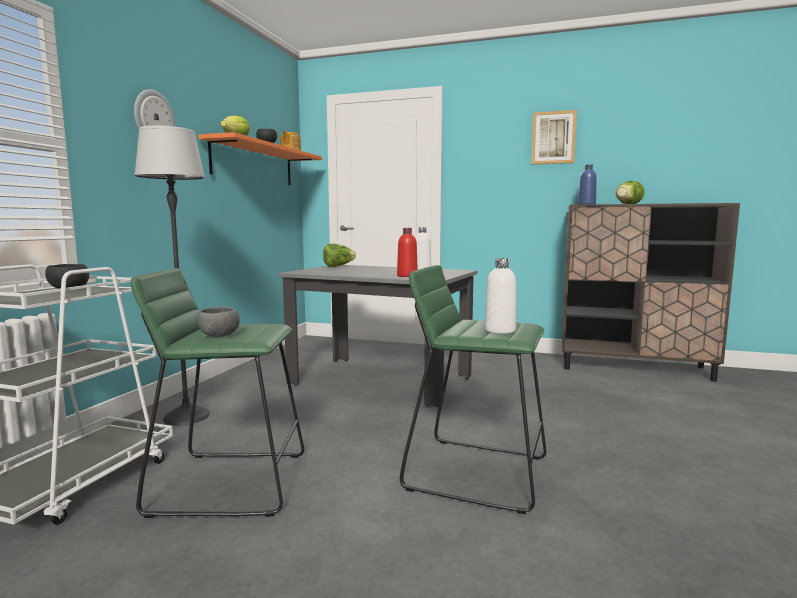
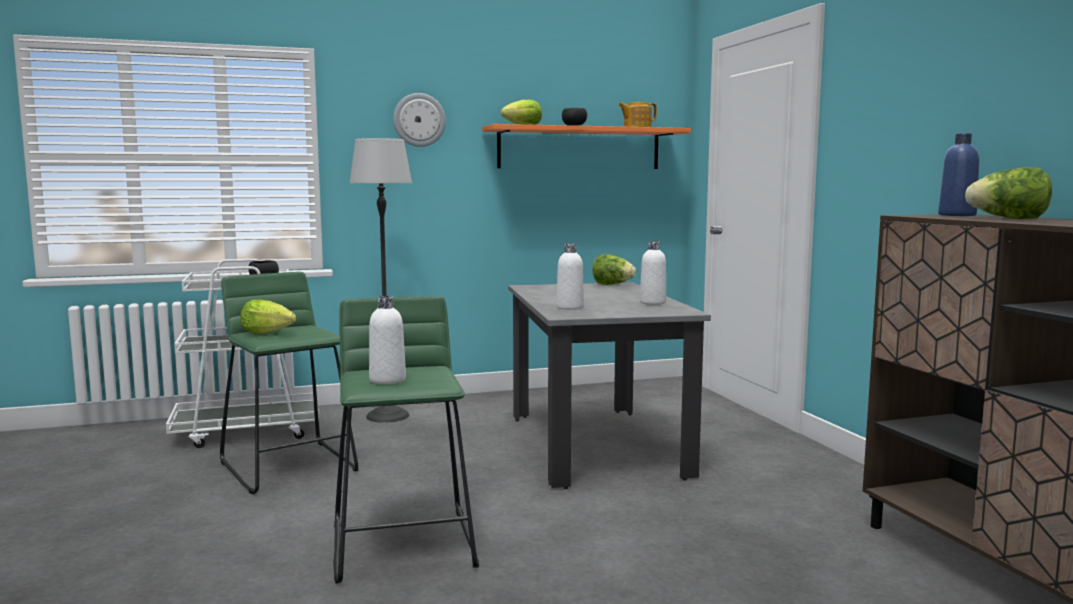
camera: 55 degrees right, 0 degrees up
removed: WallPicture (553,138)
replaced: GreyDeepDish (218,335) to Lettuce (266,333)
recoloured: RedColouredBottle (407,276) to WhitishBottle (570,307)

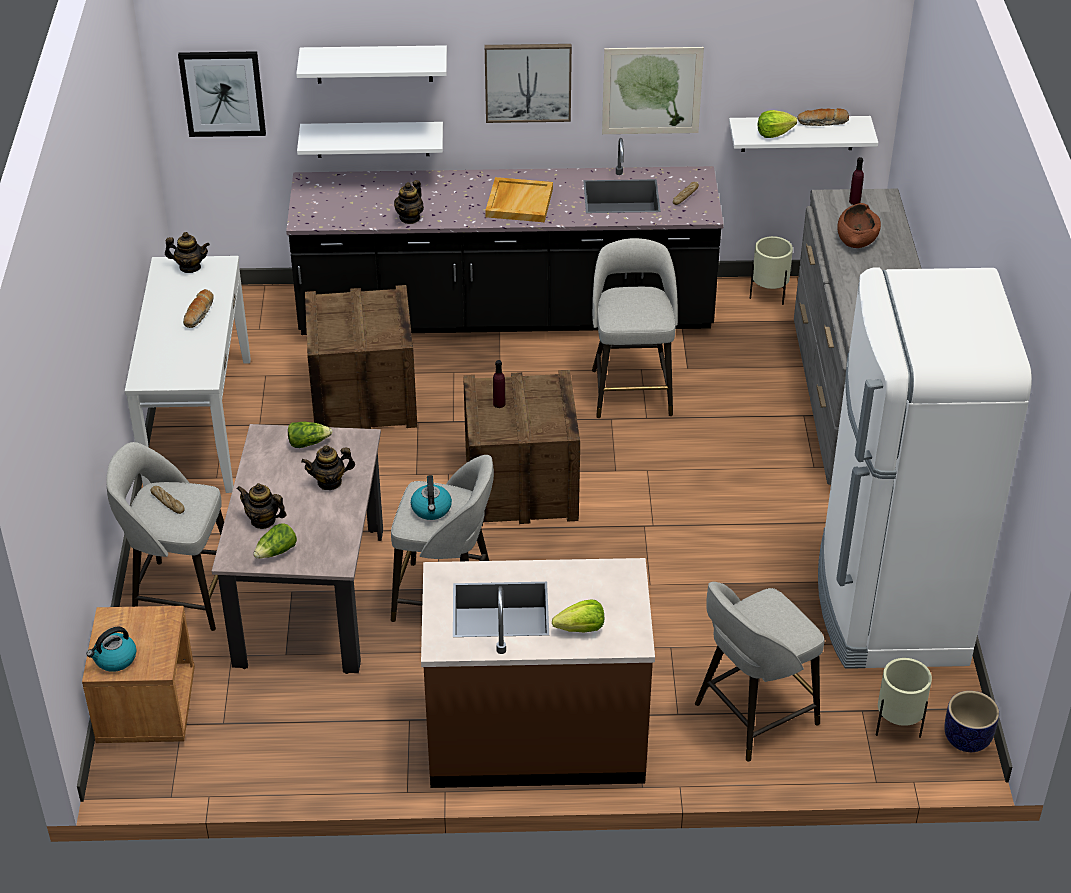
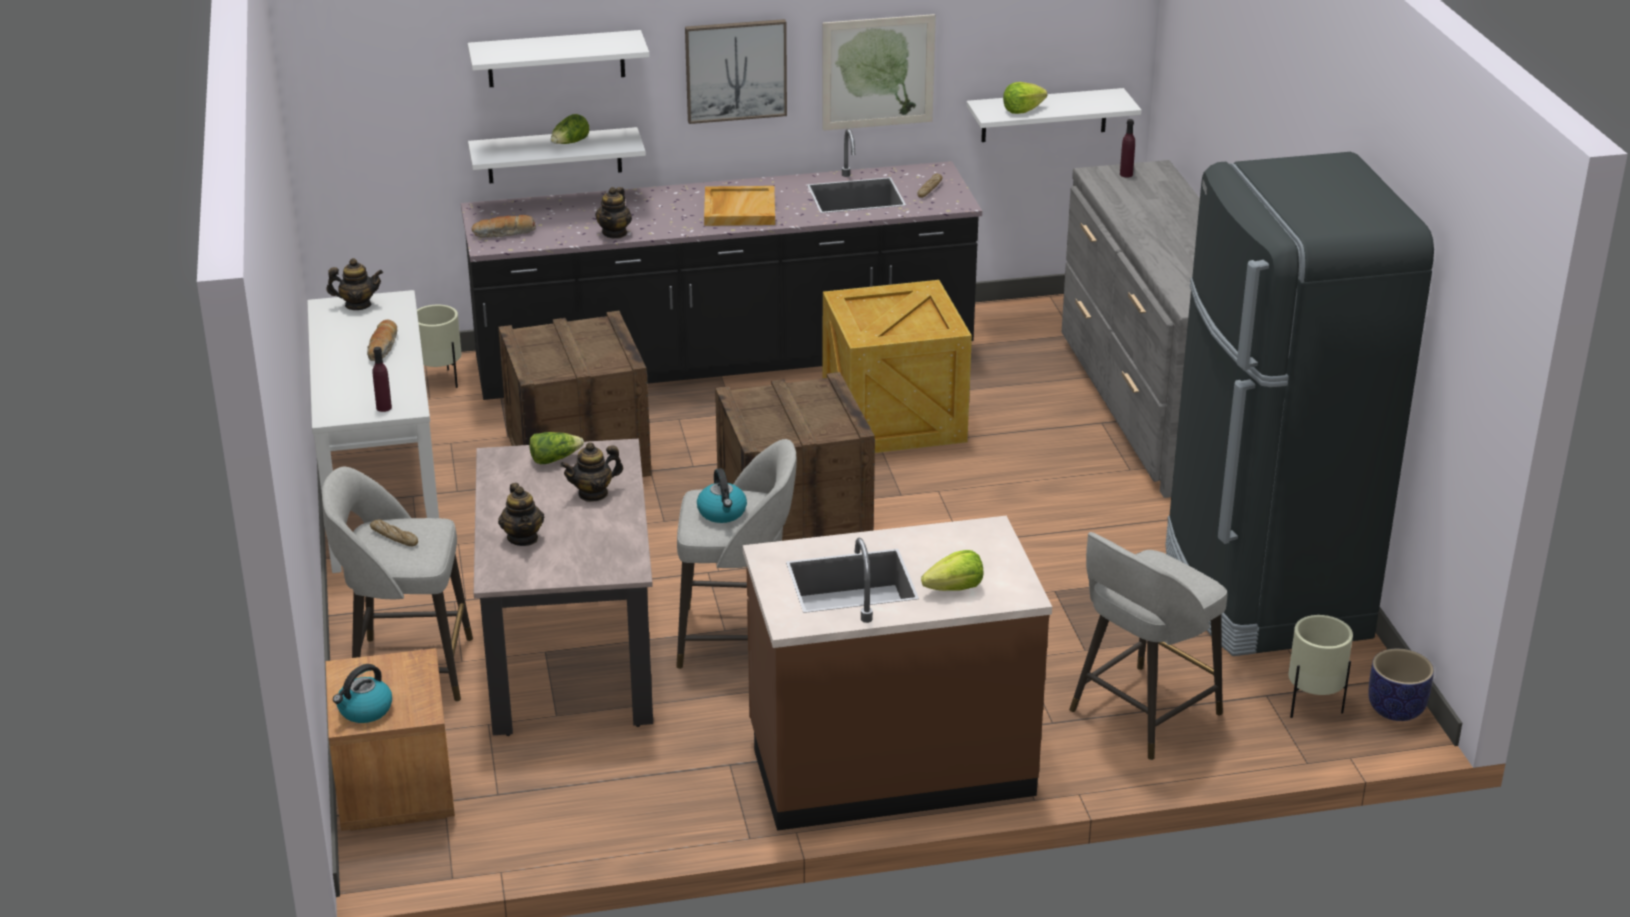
camera: 10 degrees left, 10 degrees down
removed: WallPicture (222,93); BrownDeepDish (857,237)
moved: Lettuce (276,552) to (570,143); PurpleBottle (499,404) to (384,407); SandColouredPlanter (769,296) to (441,381); Bread (822,123) to (504,234)
replaced: GreyStool (631,390) to Crate (895,417)
recoloured: WhitishKitchenFridge (889,607) to BlackishKitchenFridge (1263,593)
turned: TeaPot (263,520) = (523,538) 120 degrees counterclockwise

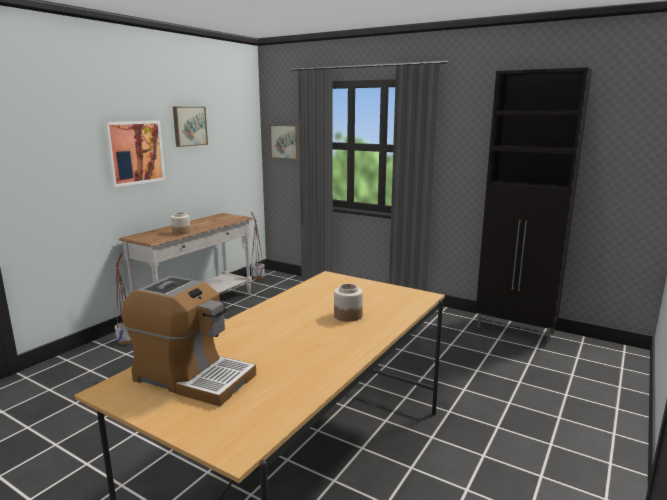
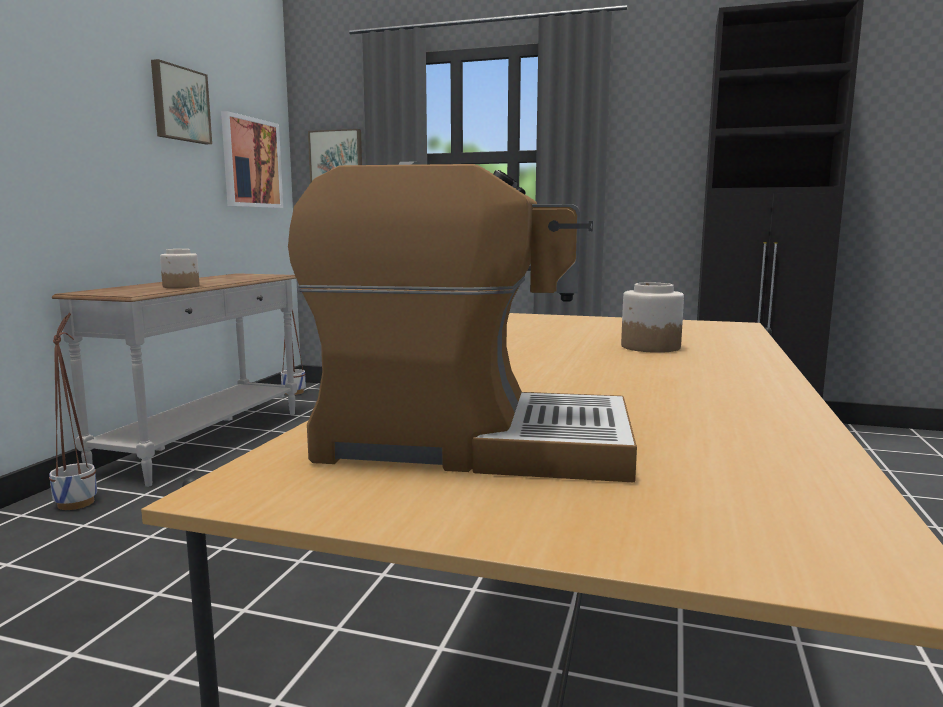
camera: 15 degrees left, 5 degrees down
moved: WallPicture (135,152) to (251,163)

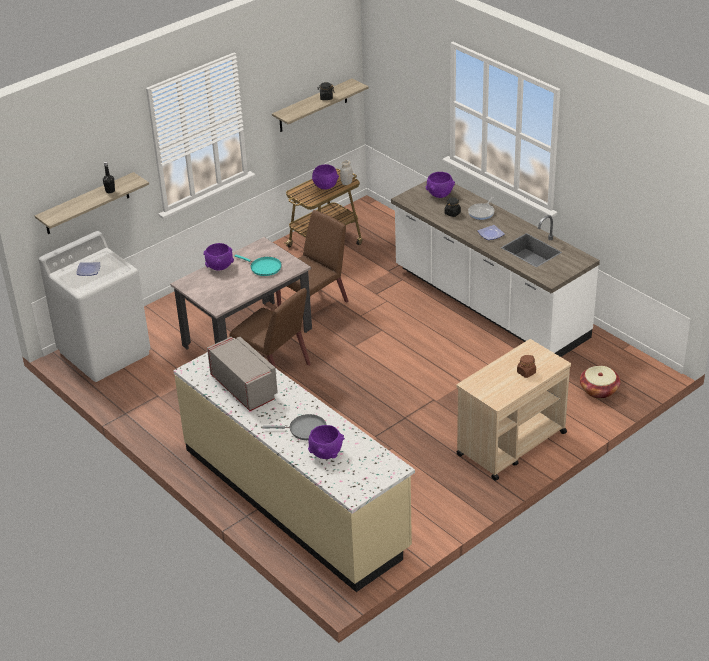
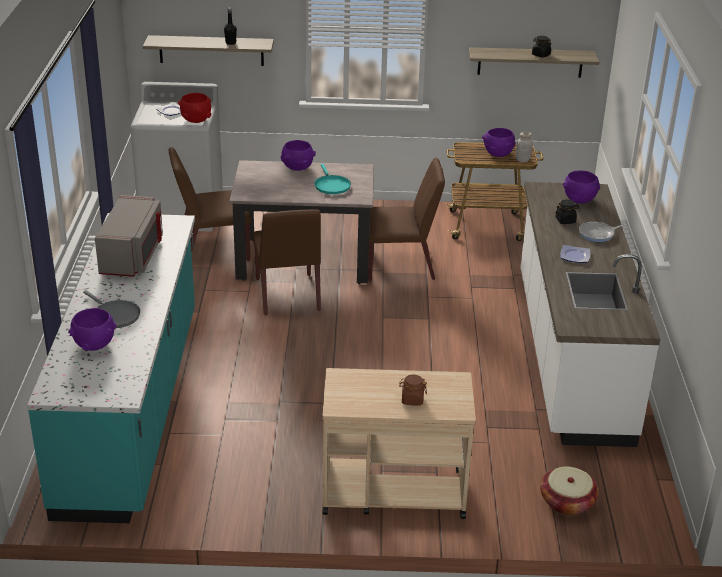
camera: 40 degrees right, 5 degrees down
added: BrownUprightChair (212,251); RedColouredDeepDish (195,120)
recoloured: SandColouredKitchenCounter (295,498) to BlueGreenKitchenCounter (132,407)

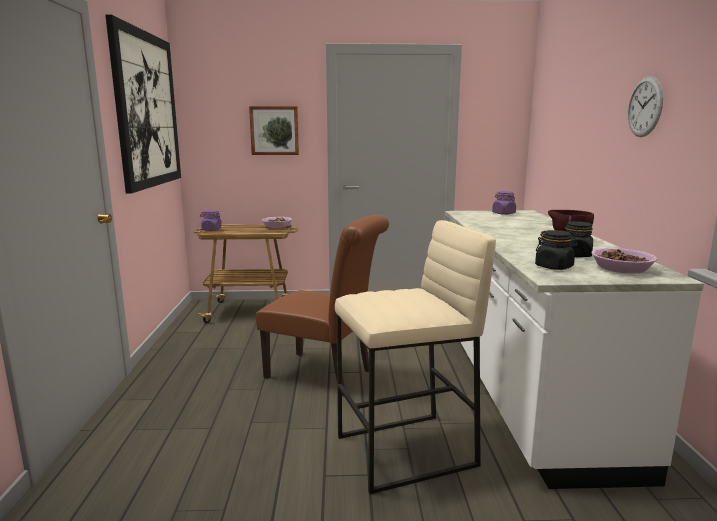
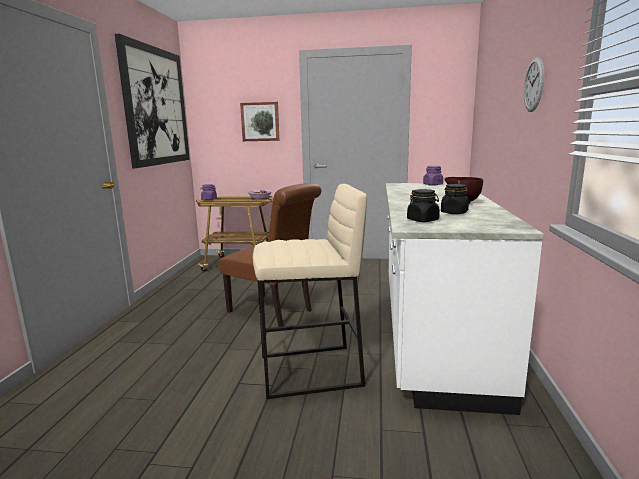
camera: 10 degrees right, 0 degrees up
removed: DeepDish (621,268)

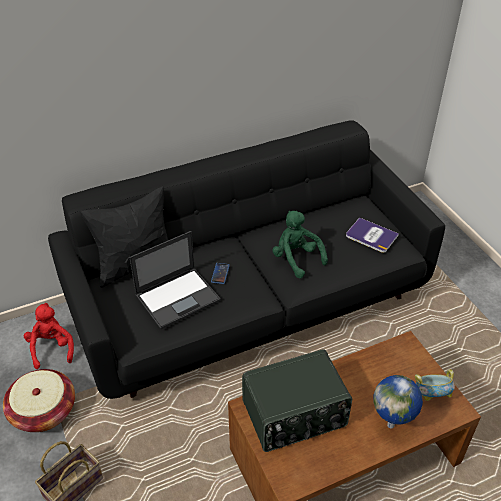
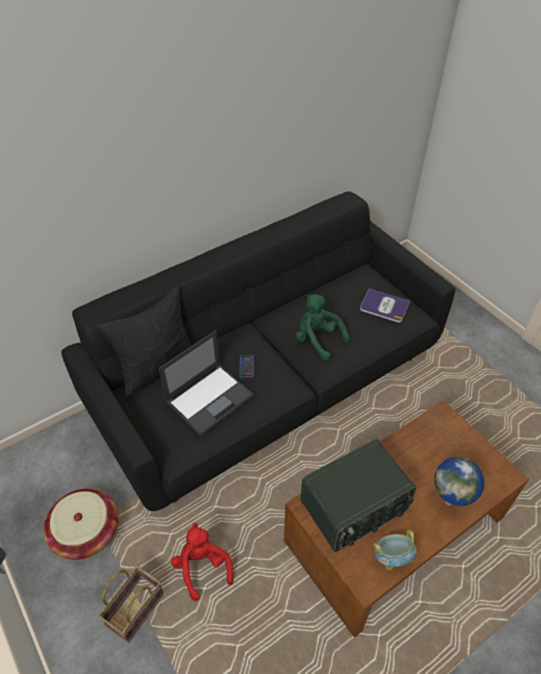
camera: 10 degrees left, 5 degrees up
moved: RedColouredSoftToy (52,348) to (202,567); DeepDish (431,395) to (392,557)

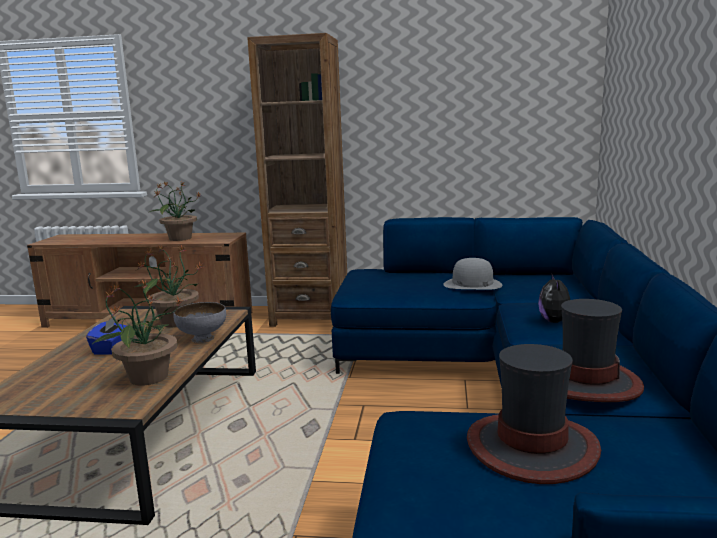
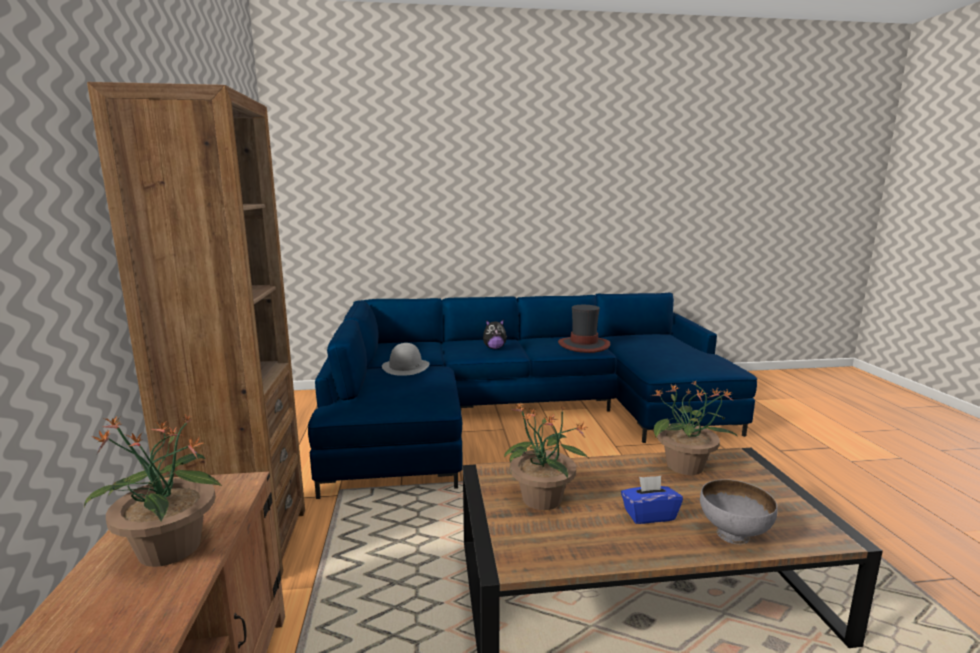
camera: 105 degrees left, 0 degrees up
removed: WearableHat (532,447)
moved: GreyDeepDish (202,339) to (734,535)

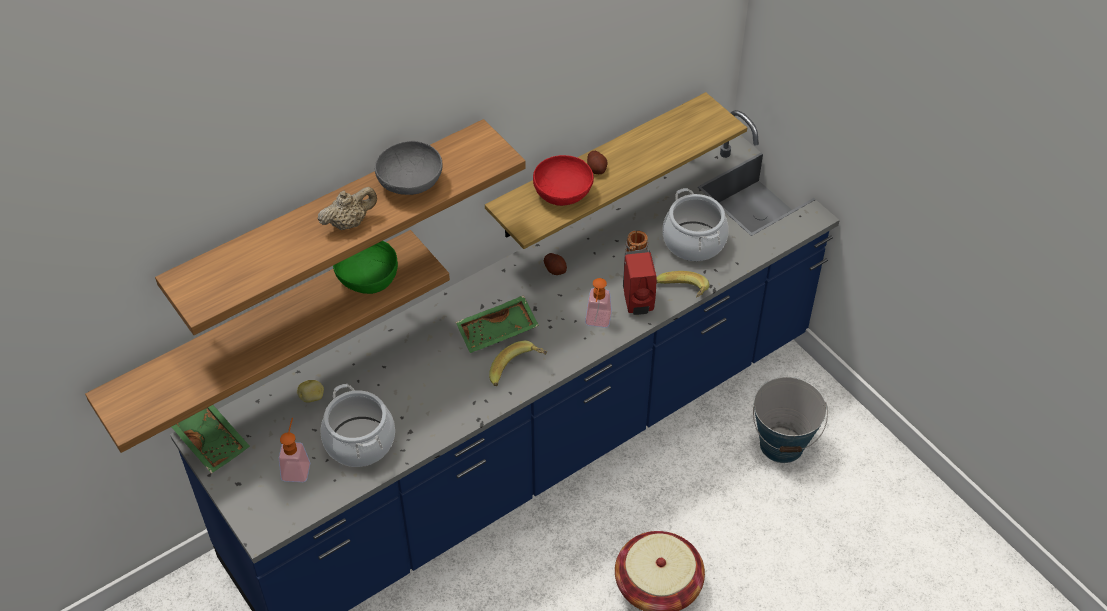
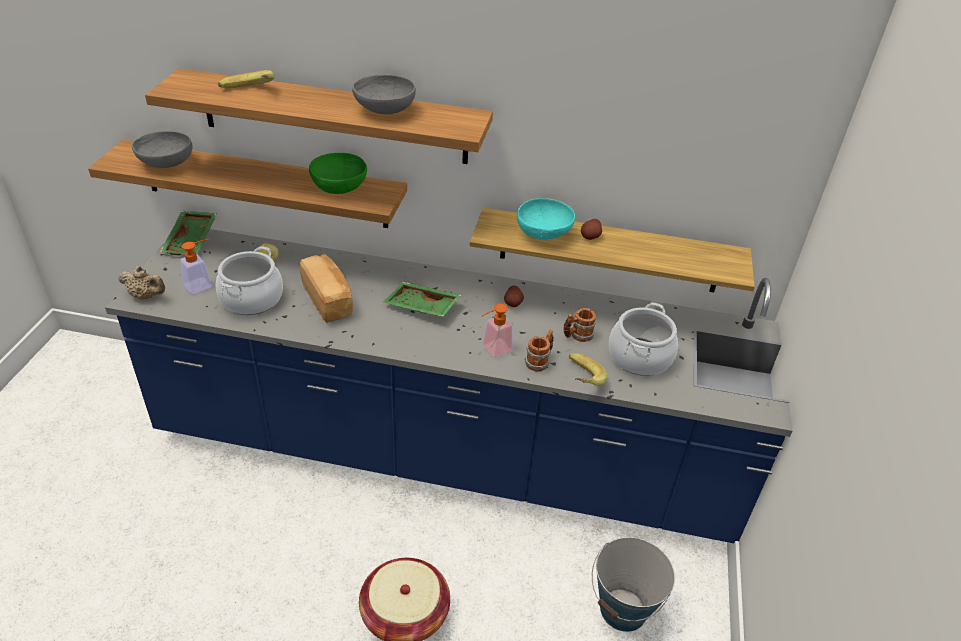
camera: 45 degrees right, 10 degrees down
added: GreyDeepDish (166,164); Bread (328,300)
moved: SandColouredTeaPot (349,223) to (146,296); Banana (518,372) to (249,93)
replaced: RedColouredSoapDispenser (638,302) to TeaMug (540,361)
recoloured: RedColouredDeepDish (563,193) to BlueGreenDeepDish (544,234)

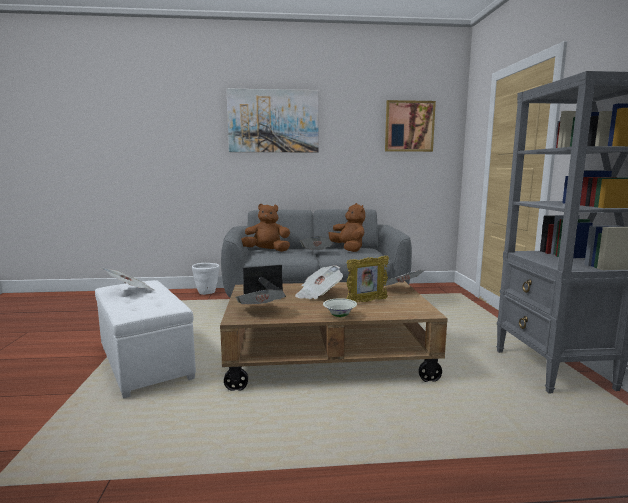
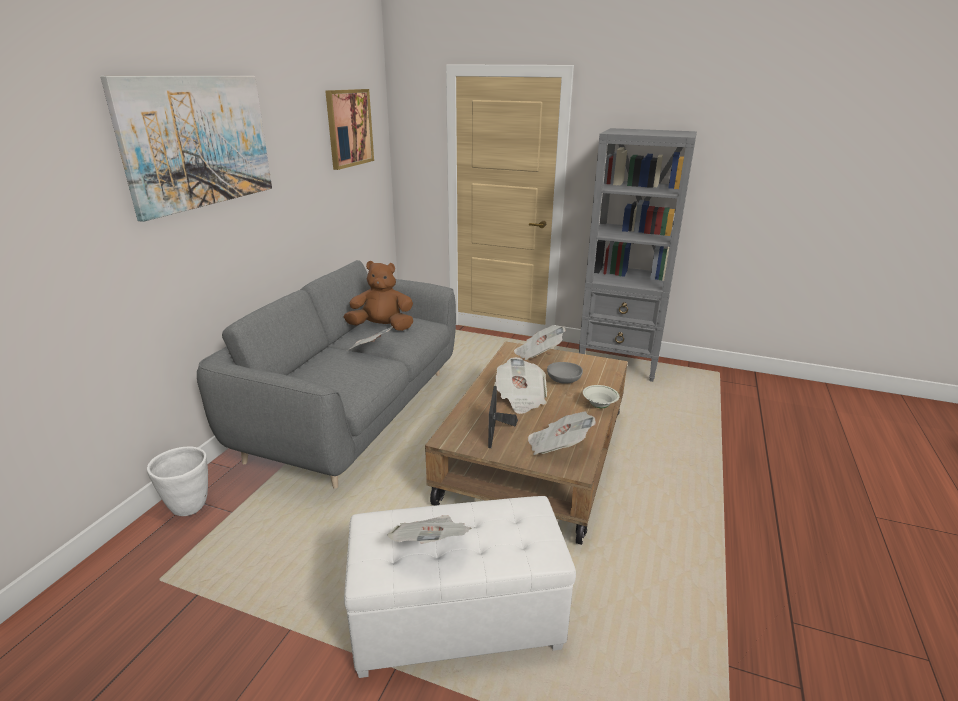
camera: 65 degrees left, 15 degrees up
removed: BrownSoftToy (267,251)
replaced: StandingFrame (366,302) to GreyDeepDish (563,380)

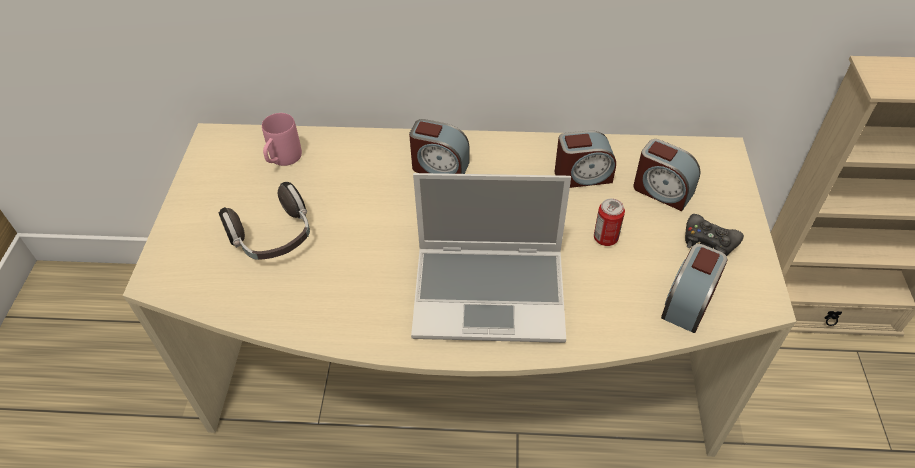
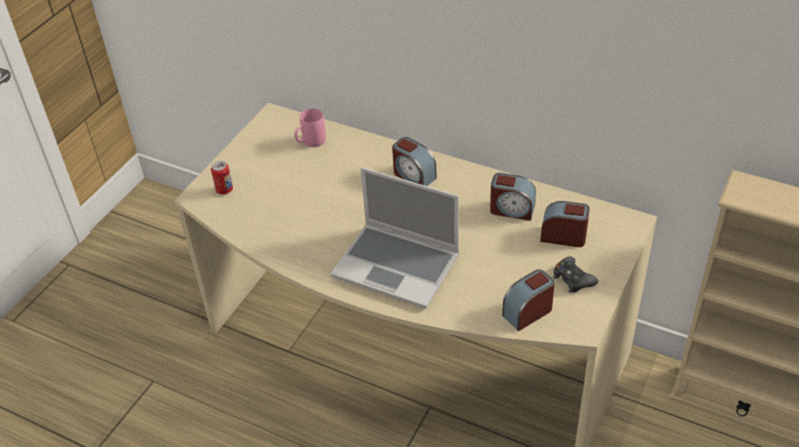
camera: 25 degrees right, 5 degrees down
removed: Headphones (274,239)
moved: MetalCan (605,238) to (224,190)
turned: BedsideClock (662,191) = (563,236) 135 degrees clockwise

